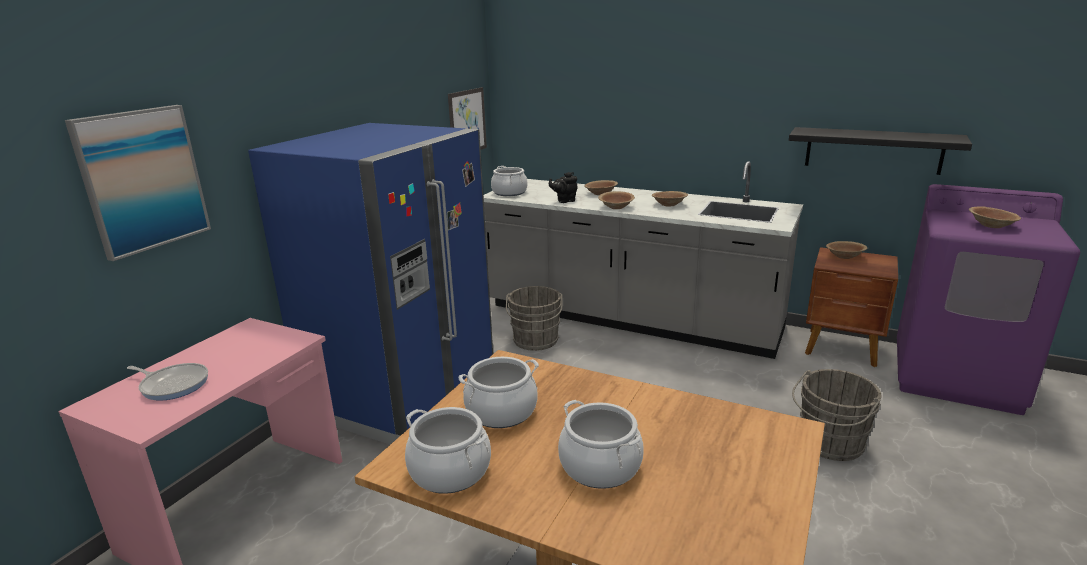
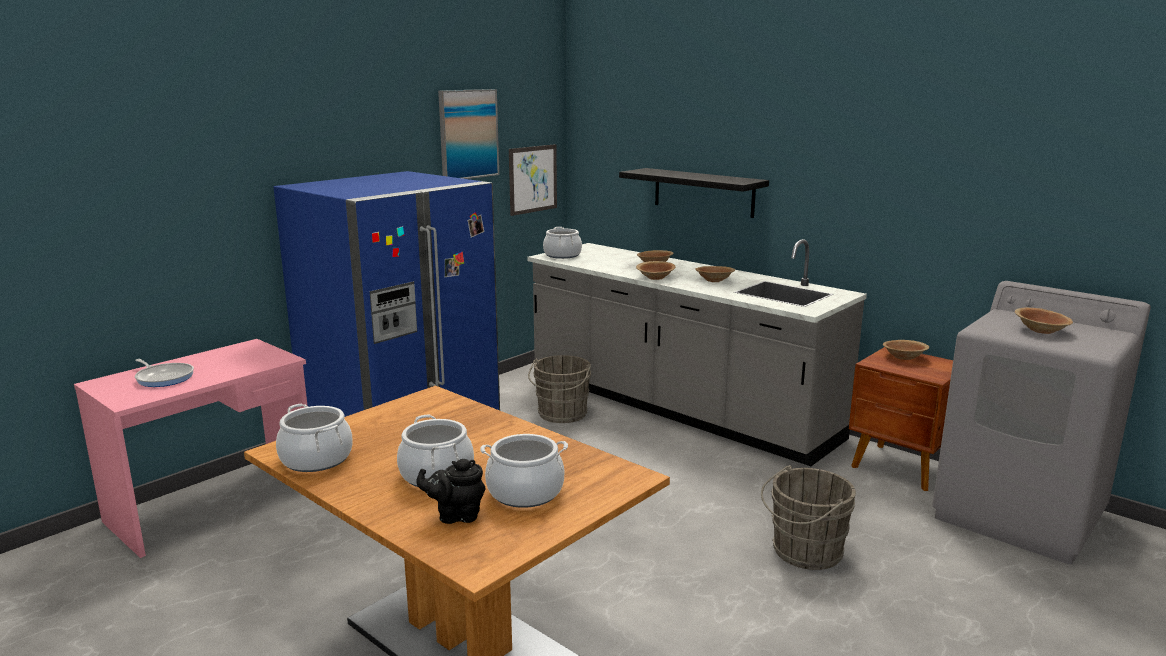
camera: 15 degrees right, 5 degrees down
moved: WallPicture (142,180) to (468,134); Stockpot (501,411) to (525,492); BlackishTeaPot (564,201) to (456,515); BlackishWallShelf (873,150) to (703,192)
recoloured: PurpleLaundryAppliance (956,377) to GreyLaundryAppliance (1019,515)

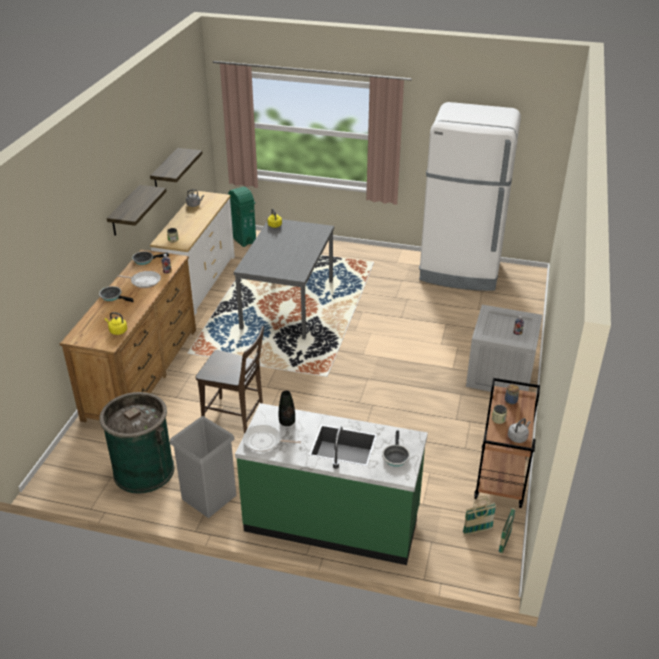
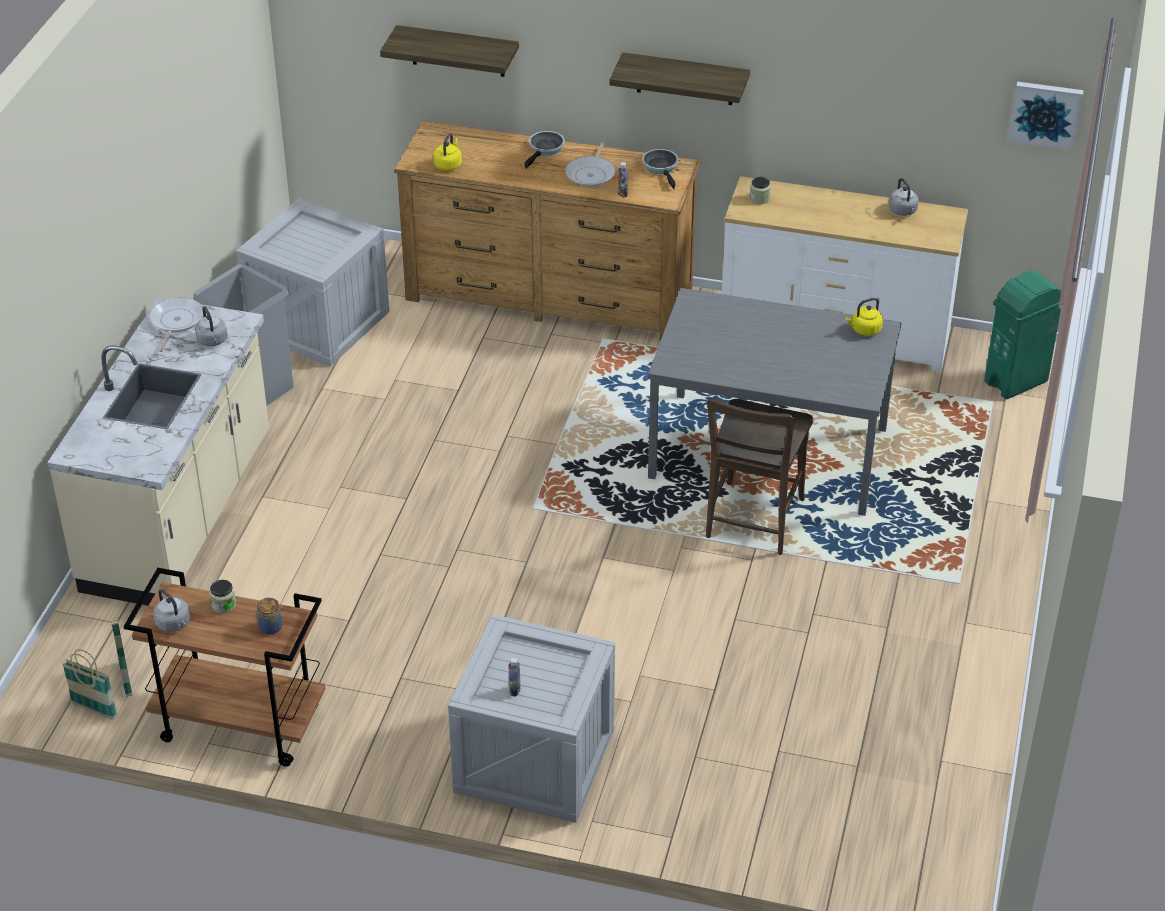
camera: 90 degrees right, 5 degrees up
removed: FryingPan (395,456); WhitishKitchenFridge (460,272)
added: WallPicture (1045,113)
moved: WallShelf (165,171) to (458,51); BrownUprightChair (236,417) to (752,523)
replaced: GreenColouredWasteBin (144,471) to Crate (316,323); BlackishVase (287,422) to GreyTeaKettle (212,341)
recoloured: GreenColouredKitchenCounter (332,521) to SandColouredKitchenCounter (180,515)

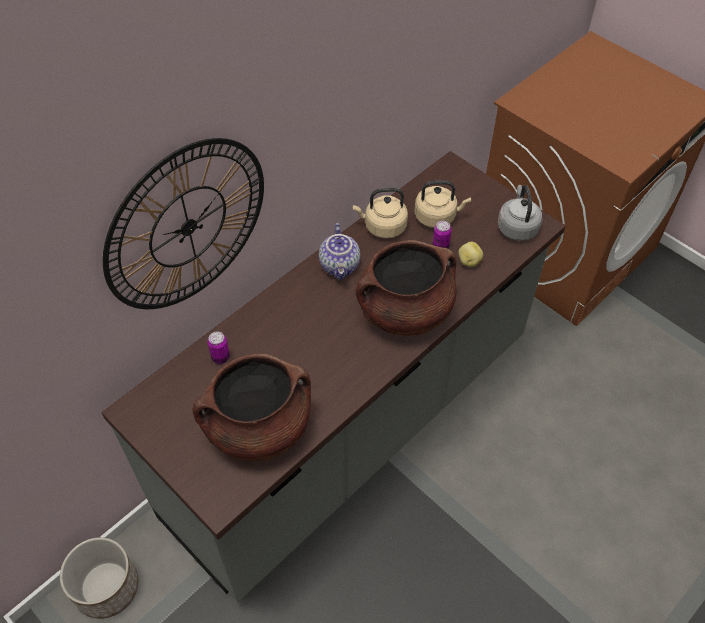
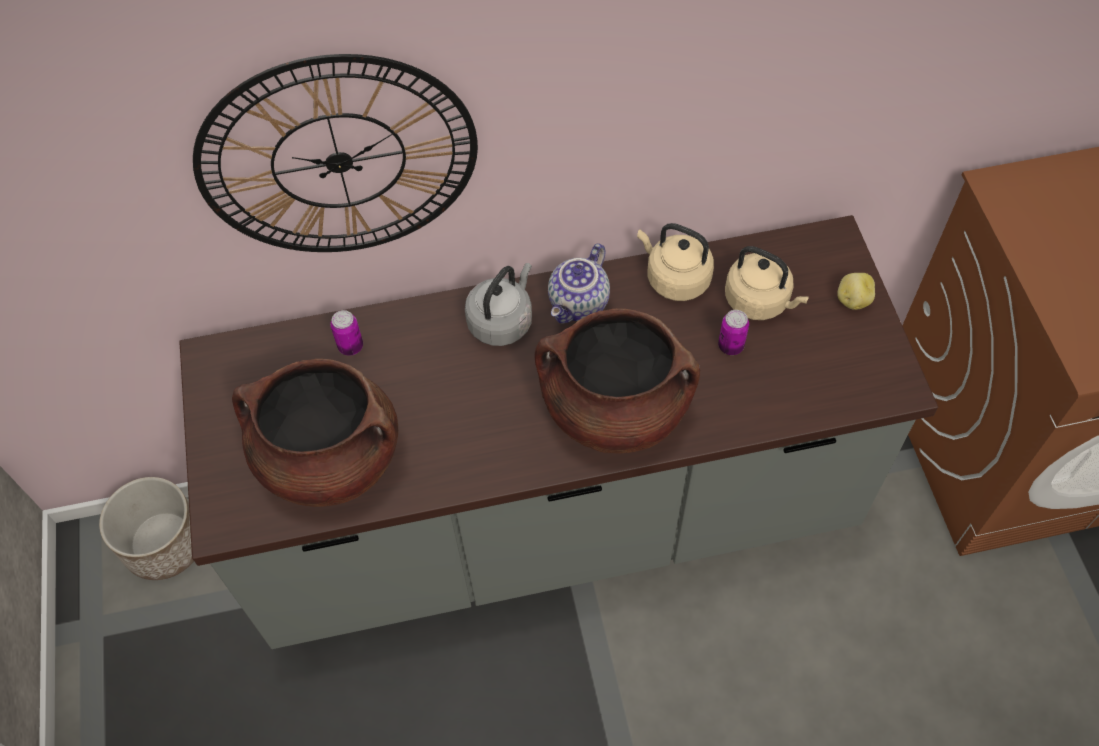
camera: 35 degrees right, 5 degrees up
moved: WholePotato (469,261) to (852,300); GreyTeaKettle (517,227) to (502,321)

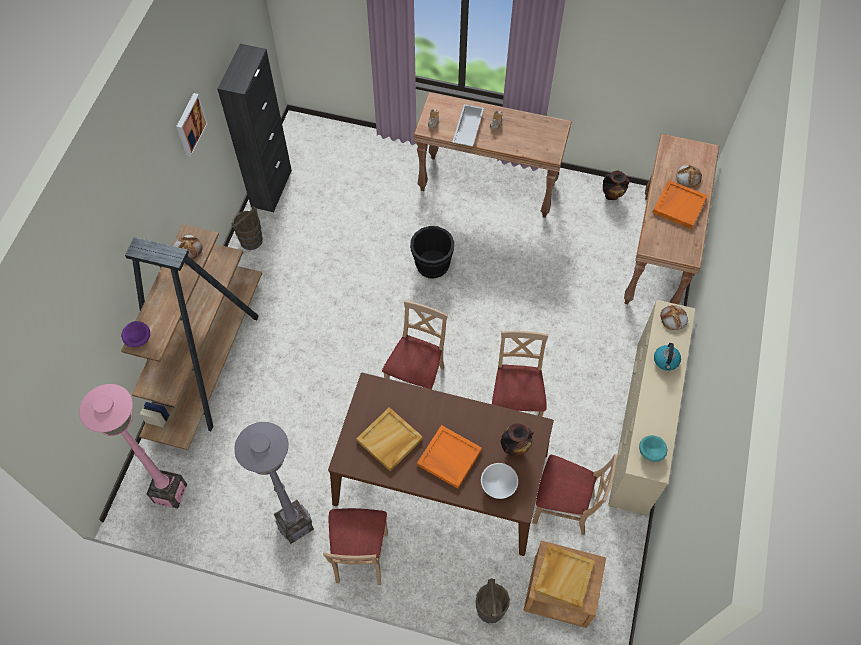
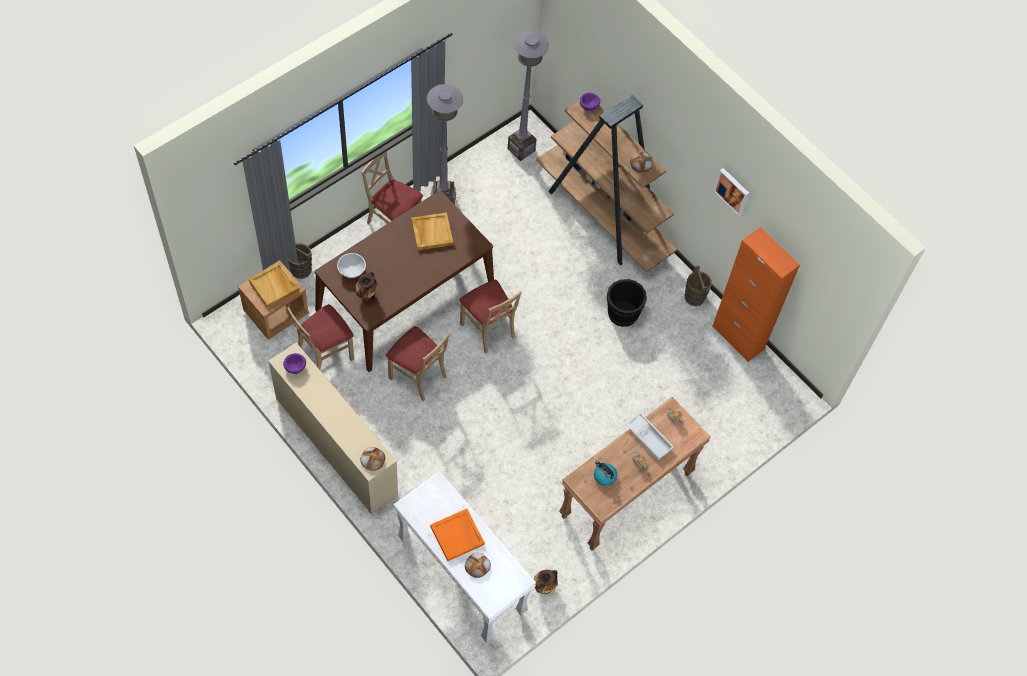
camera: 120 degrees right, 0 degrees up
removed: OrangeColouredTray (448,457)
moved: BlackishBucket (432,265) to (622,313); TeaKettle (666,361) to (604,476)
recoloured: PinkishStandardLamp (170,493) to GreyStandardLamp (521,149); BlackishStorageCabinet (271,188) to OrangeColouredStorageCabinet (738,338); BrownConsoleTable (659,254) to WhitishConsoleTable (460,577); BlueGreenDeepDish (651,452) to PurpleDeepDish (295,367)

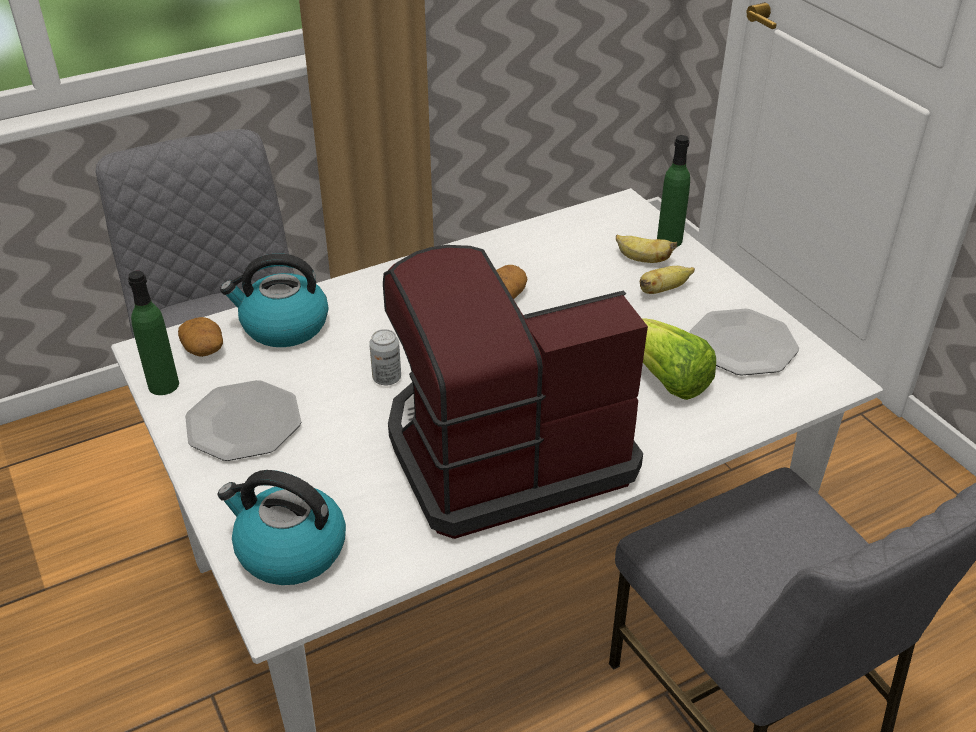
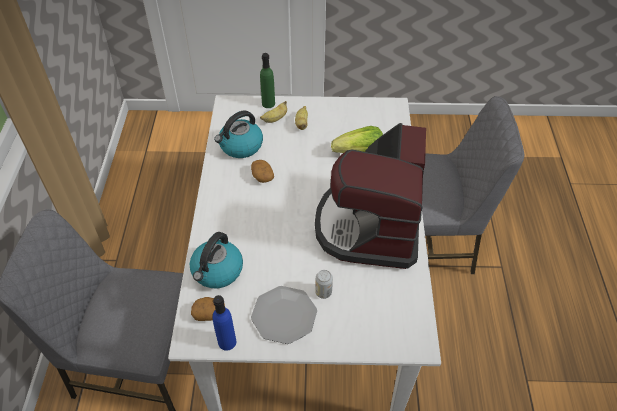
camera: 60 degrees left, 10 degrees up
removed: FlatDish (742,344)
moved: TeaKettle (289,550) to (240,146); MetalCan (387,378) to (323,292)
recoloured: GreenColouredBottle (163,385) to BlueColouredBottle (227,342)

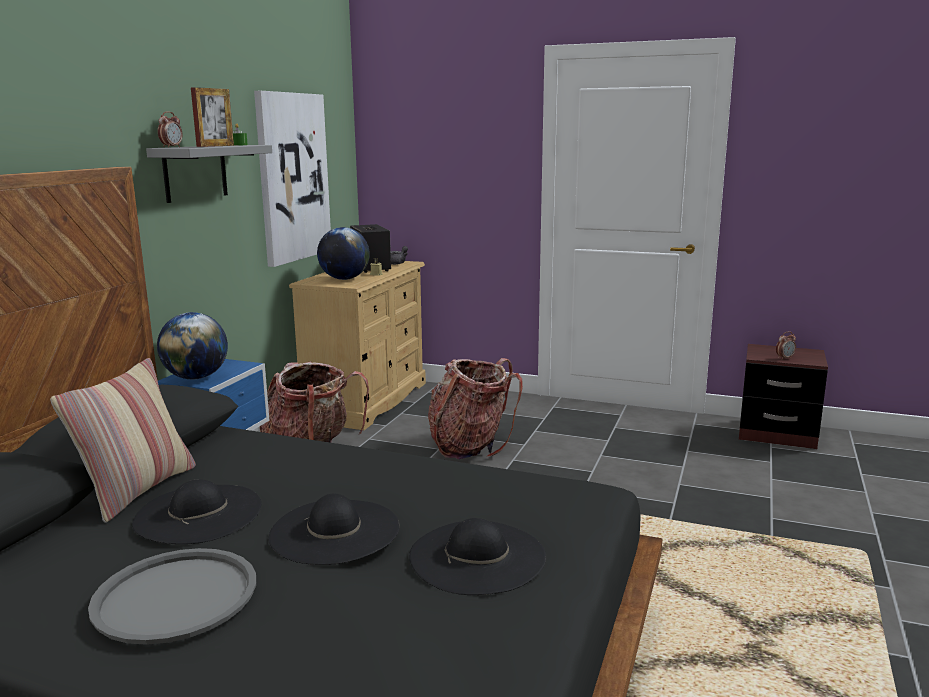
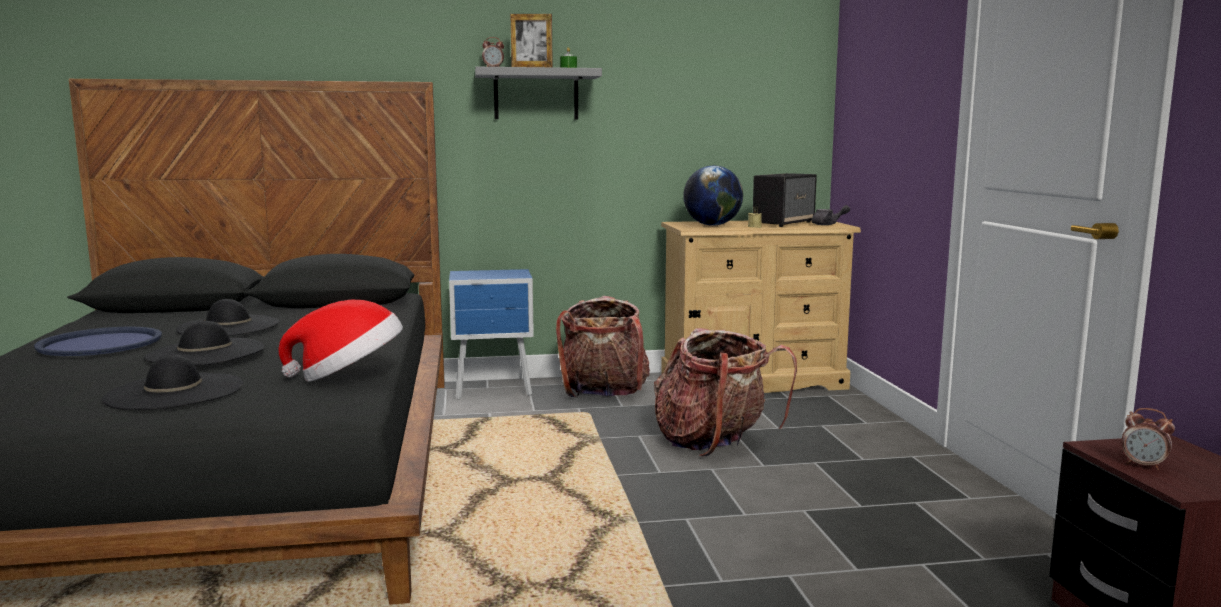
camera: 60 degrees right, 5 degrees down
removed: Pillow (137,490); DeskGlobe (196,377); WallPicture (293,177)
added: WearableHat (348,376)
recoloured: GreyTray (176,596) to BlueColouredTray (100,343)

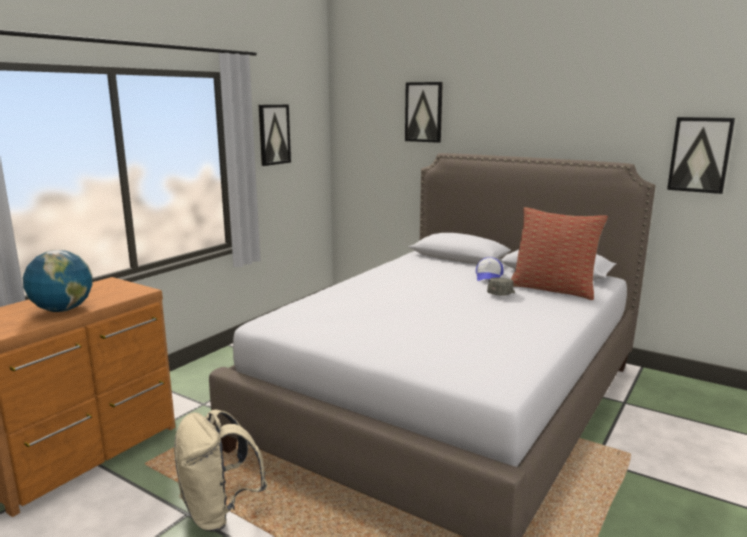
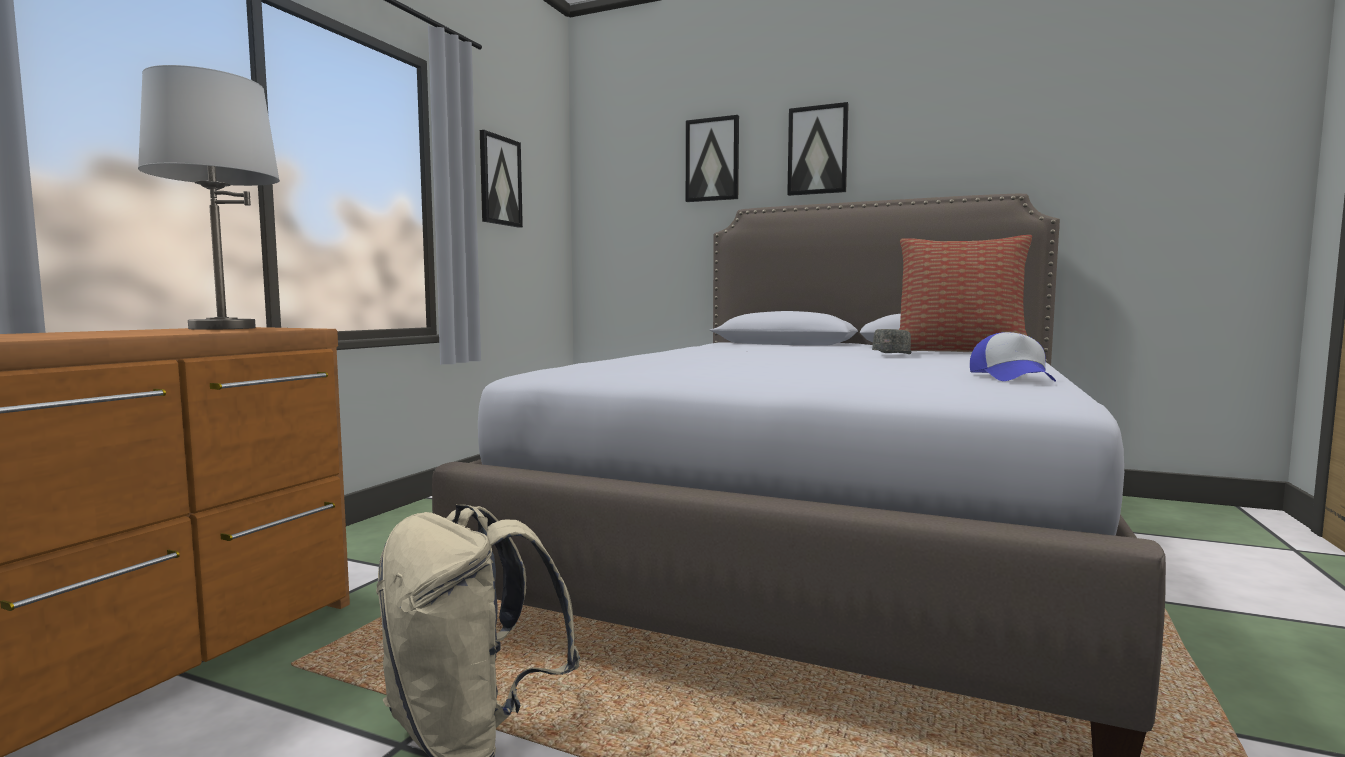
camera: 10 degrees left, 10 degrees down
removed: DeskGlobe (62,309)
added: WhitishTableLamp (221,328)
moved: Cap (489,277) to (1012,377); WallPicture (700,155) to (817,150)

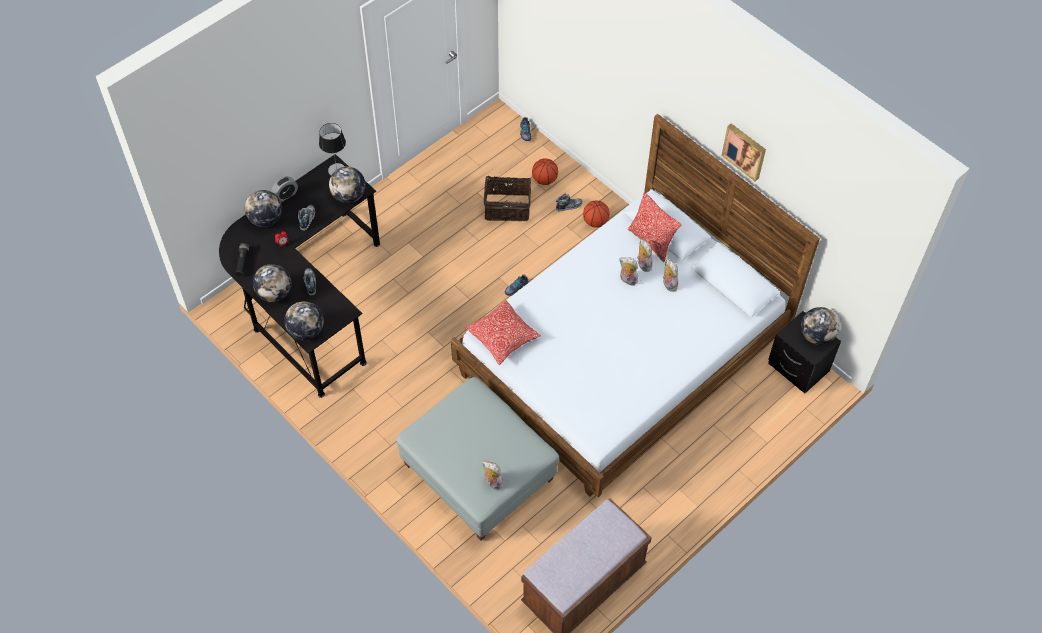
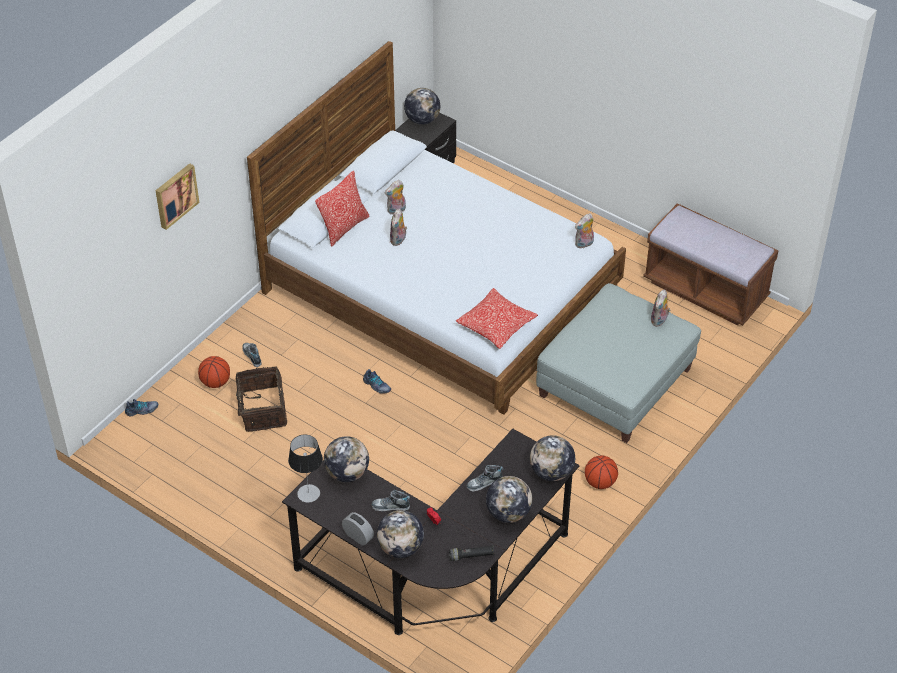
camera: 100 degrees left, 10 degrees down
moved: BasketballBall (595,222) to (600,482); SoftToy (643,264) to (584,244); WallPicture (745,151) to (175,195)

